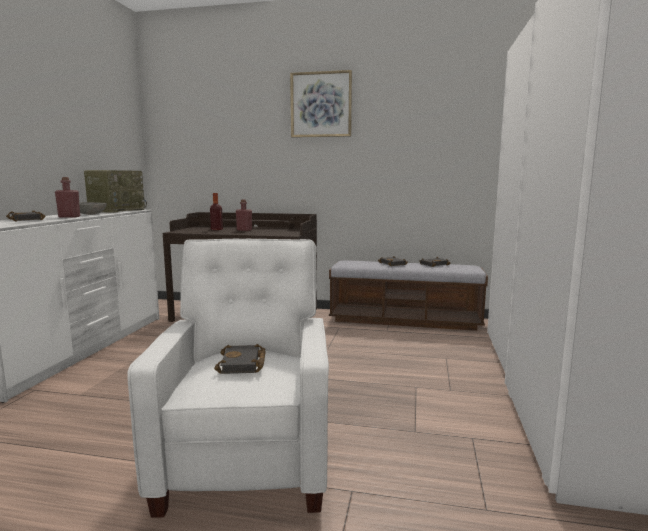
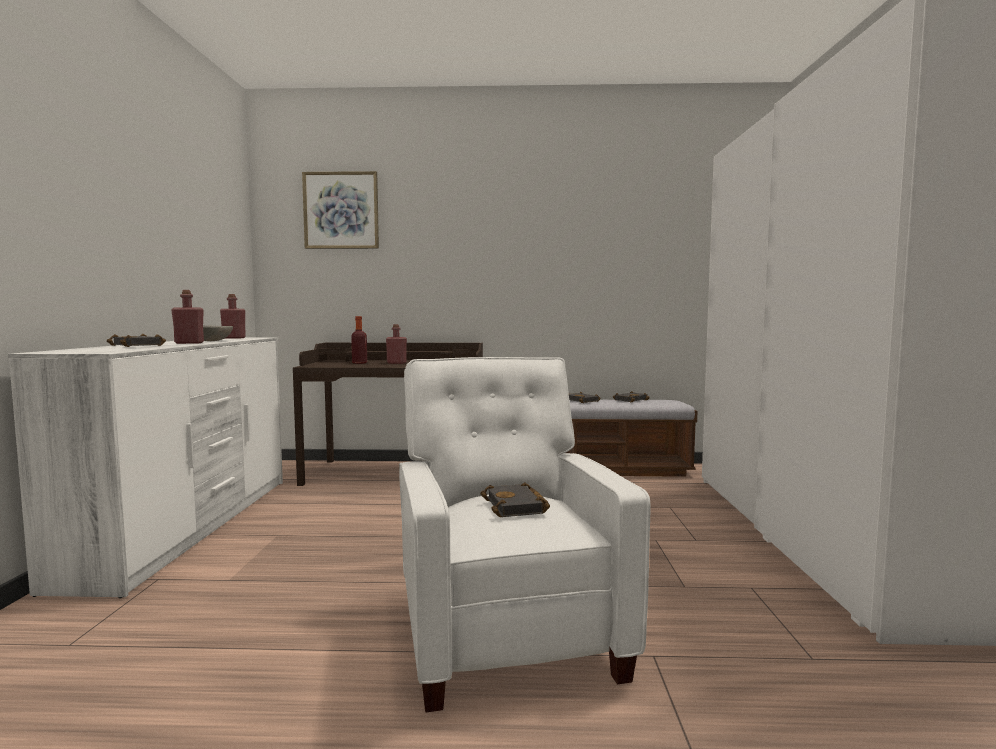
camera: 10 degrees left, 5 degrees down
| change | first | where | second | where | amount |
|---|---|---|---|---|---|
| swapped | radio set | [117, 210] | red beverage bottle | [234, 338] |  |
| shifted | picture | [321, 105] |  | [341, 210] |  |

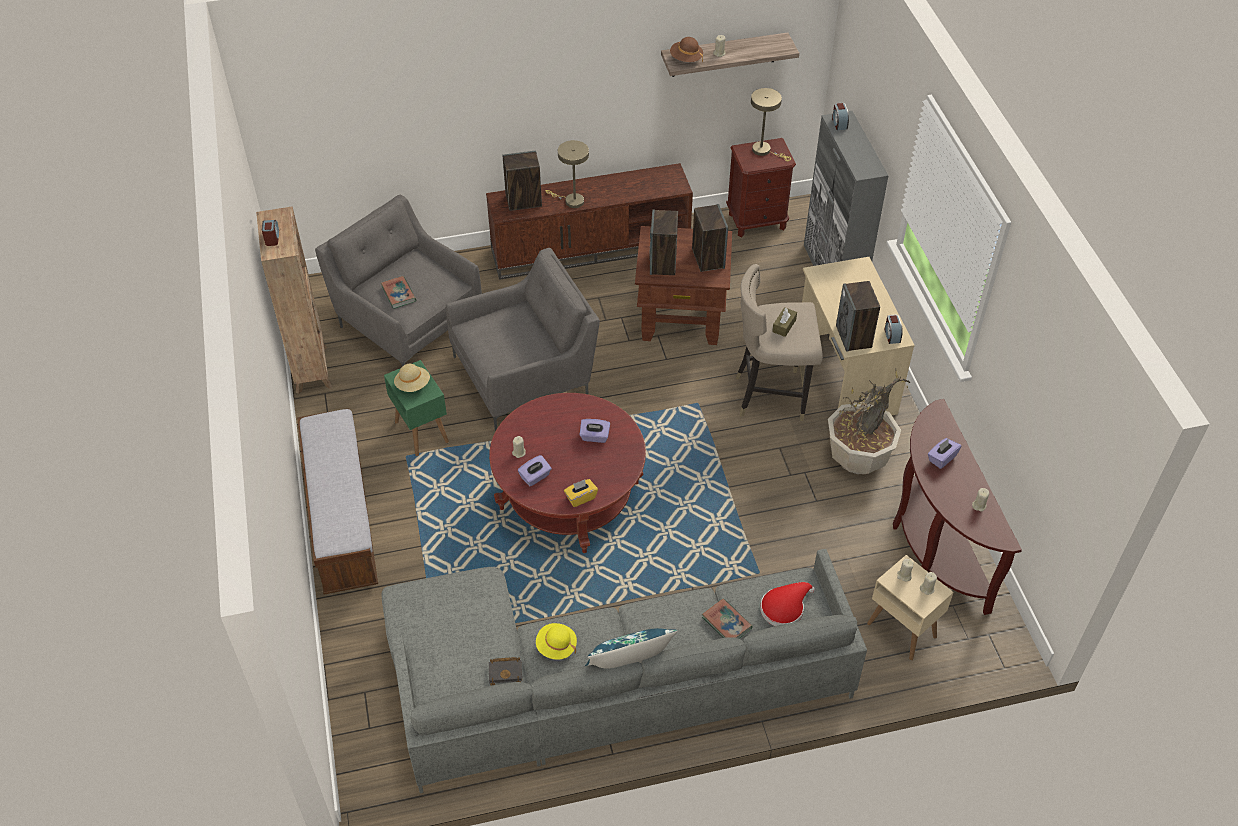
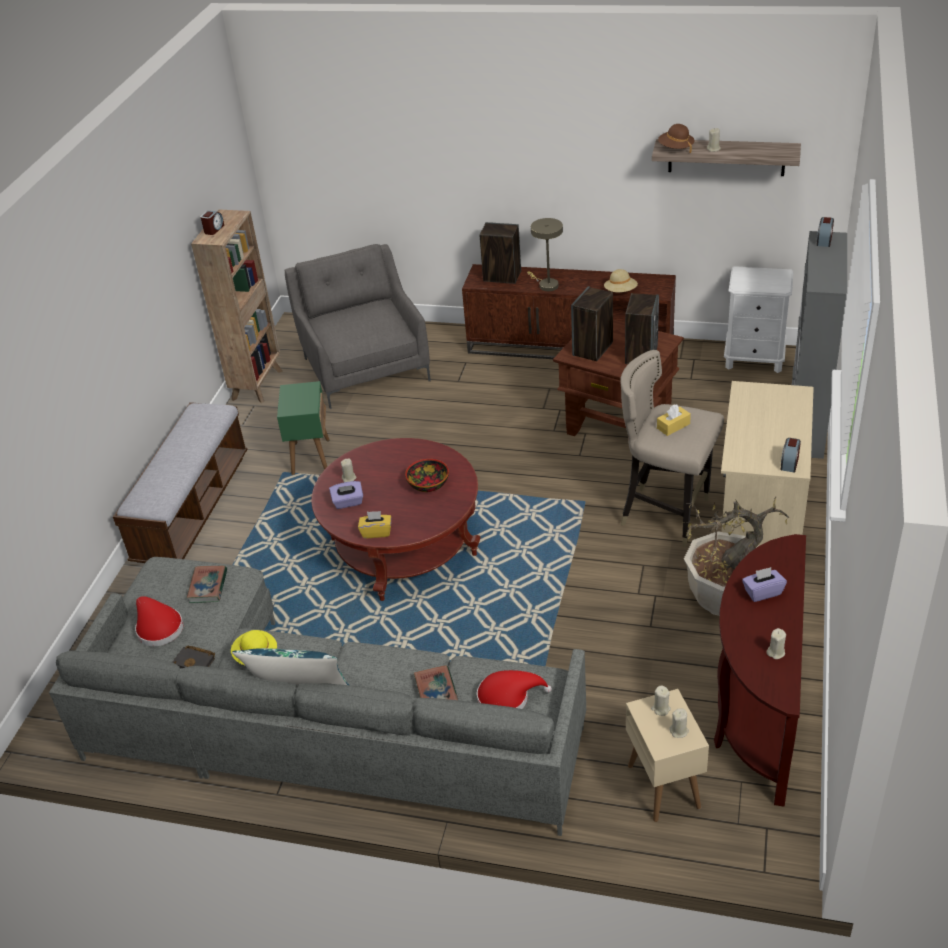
camera: 30 degrees right, 10 degrees down
| change | first | where | second | where | amount |
|---|---|---|---|---|---|
| shifted | book | [398, 294] |  | [208, 586] |  |
| shifted | sand-coloured hat | [413, 385] |  | [620, 291] |  |
| gone | gray easy chair | [526, 374] |  |  |  |
| swapped | purple-coloured box of tissues | [594, 437] | bowl | [429, 484] |  |
| repainted | brownish bedside table | [757, 221] | whitish bedside table | [754, 359] |  |
| gone | sand-coloured table lamp | [764, 151] |  |  |  |
| repainted | brownish box of tissues | [784, 326] | yellow box of tissues | [673, 426] |  |
| gone | audio speaker | [854, 337] |  |  |  |
| new |  |  | red hat | [158, 628] |  |

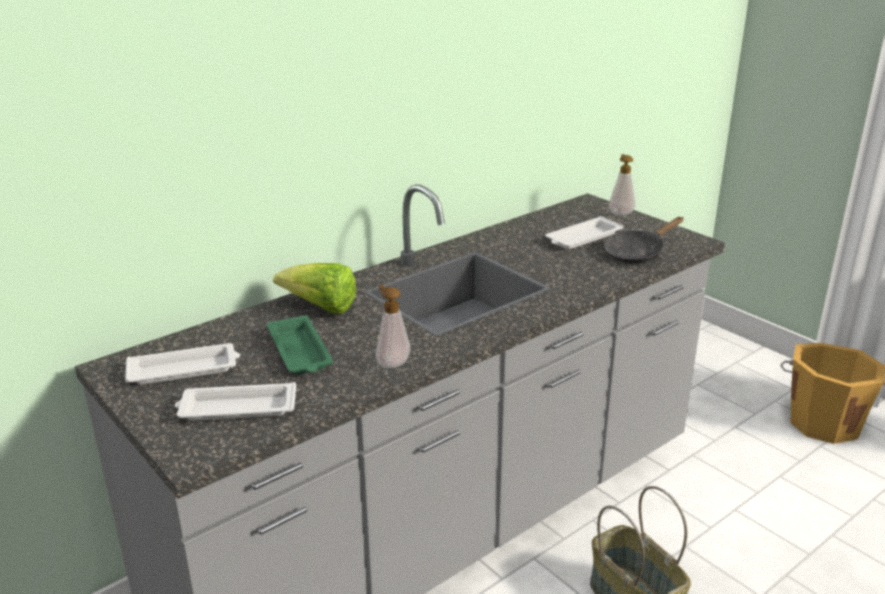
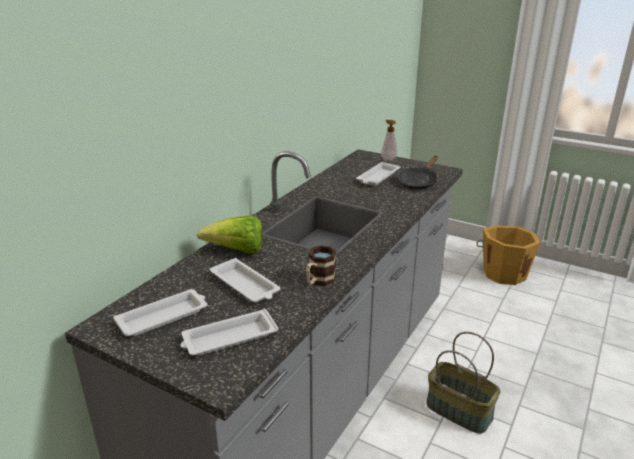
camera: 20 degrees left, 0 degrees up
| change | first | where | second | where | amount |
|---|---|---|---|---|---|
| repainted | green tray | [300, 352] | whitish tray | [245, 286] |  |
| swapped | liquid soap bottle | [392, 363] | coffee mug | [318, 281] |  |

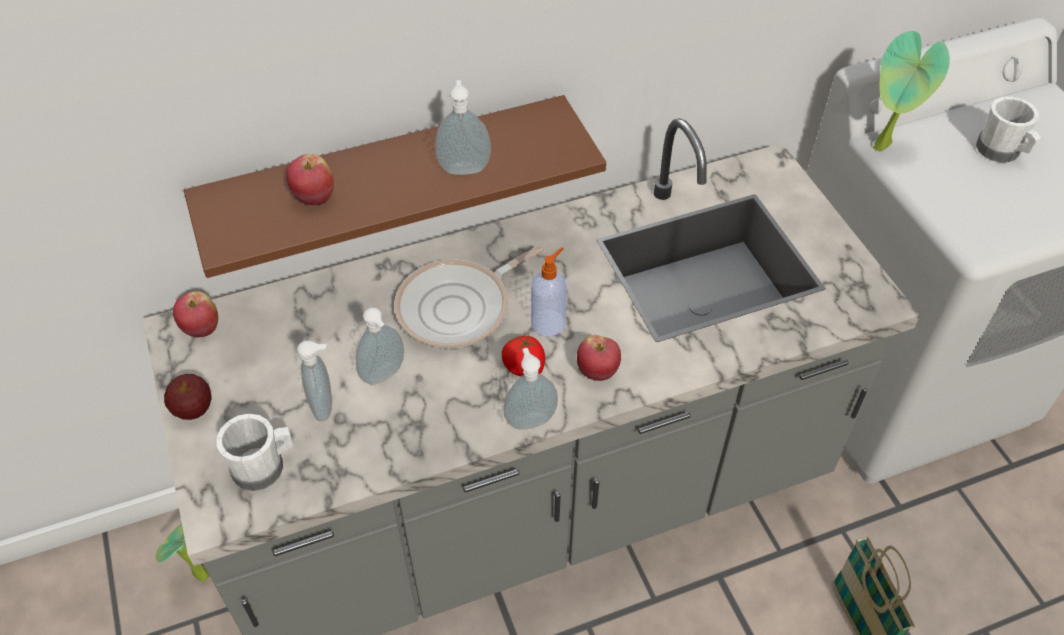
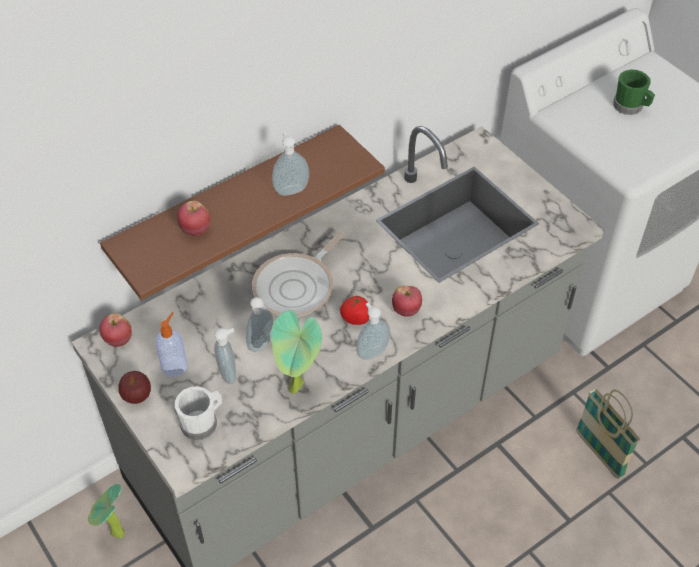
camera: 15 degrees left, 0 degrees up
| change | first | where | second | where | amount |
|---|---|---|---|---|---|
| shifted | liquid soap bottle | [549, 322] |  | [175, 365] |  |
| shifted | houseplant | [884, 148] |  | [298, 389] |  |
| repainted | whitish coffee mug | [1001, 152] | green coffee mug | [630, 107] |  |

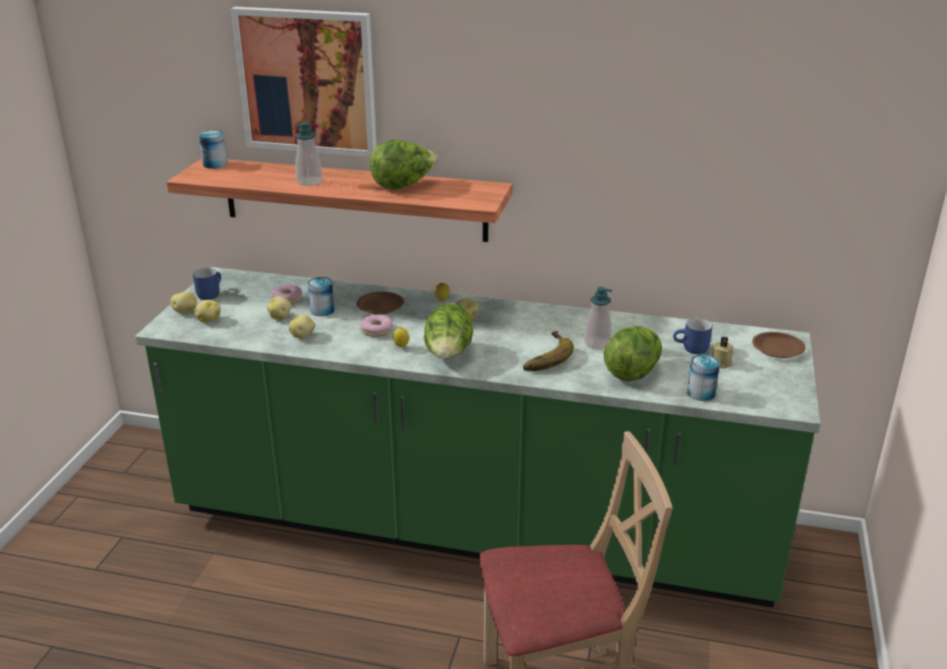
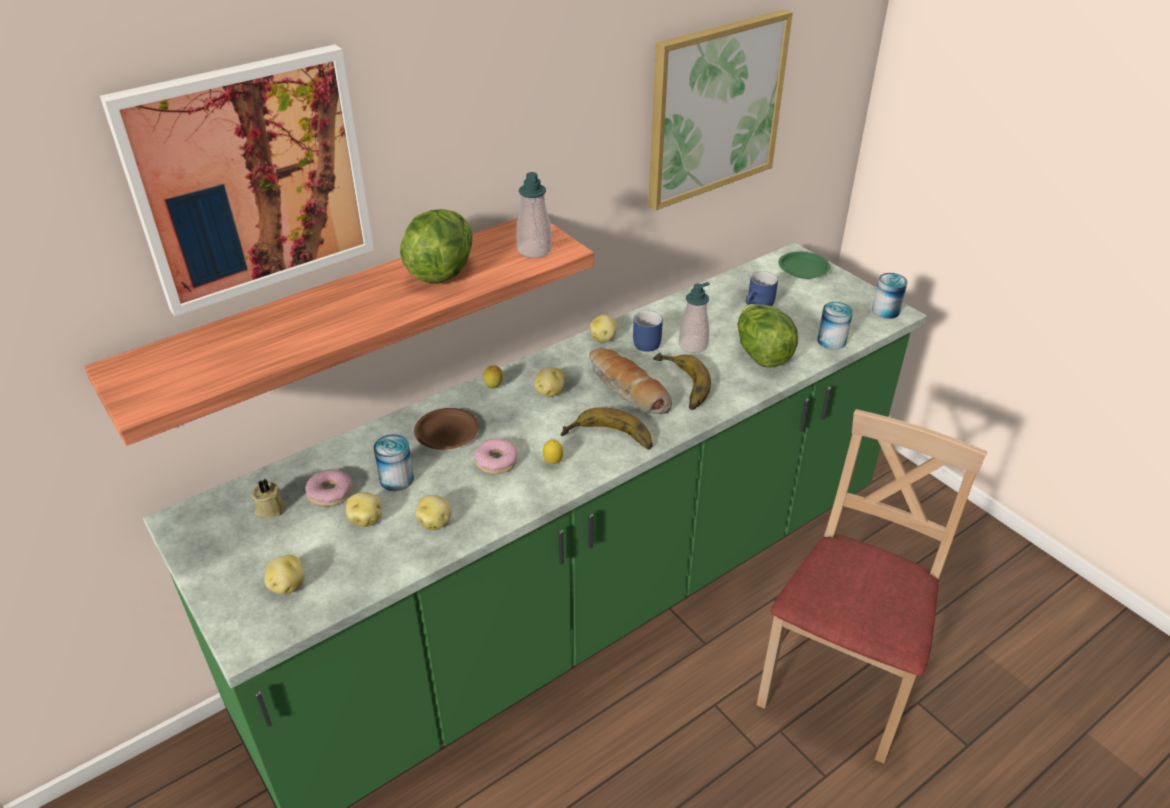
camera: 50 degrees left, 10 degrees up
| change | first | where | second | where | amount |
|---|---|---|---|---|---|
| shifted | whole potato | [186, 311] |  | [603, 338] |  |
| shifted | bluish coffee mug | [209, 293] |  | [642, 342] |  |
| shifted | metal can | [215, 164] |  | [885, 311] |  |
| shifted | liquid soap bottle | [309, 182] |  | [534, 250] |  |
| swapped | lettuce head | [448, 355] | whole banana | [608, 440] |  |
| shifted | sand-coloured wax light | [721, 362] |  | [270, 508] |  |
| repainted | brownish plate | [778, 348] | green plate | [803, 268] |  |
| new |  |  | baked bread | [626, 390] |  |
| new |  |  | picture | [715, 108] |  |

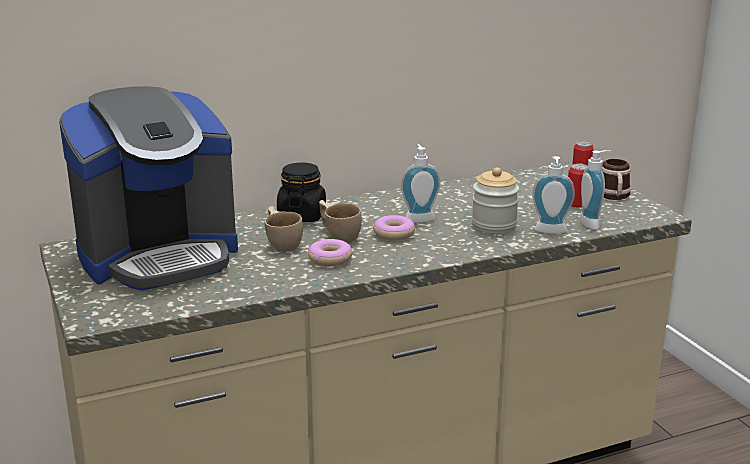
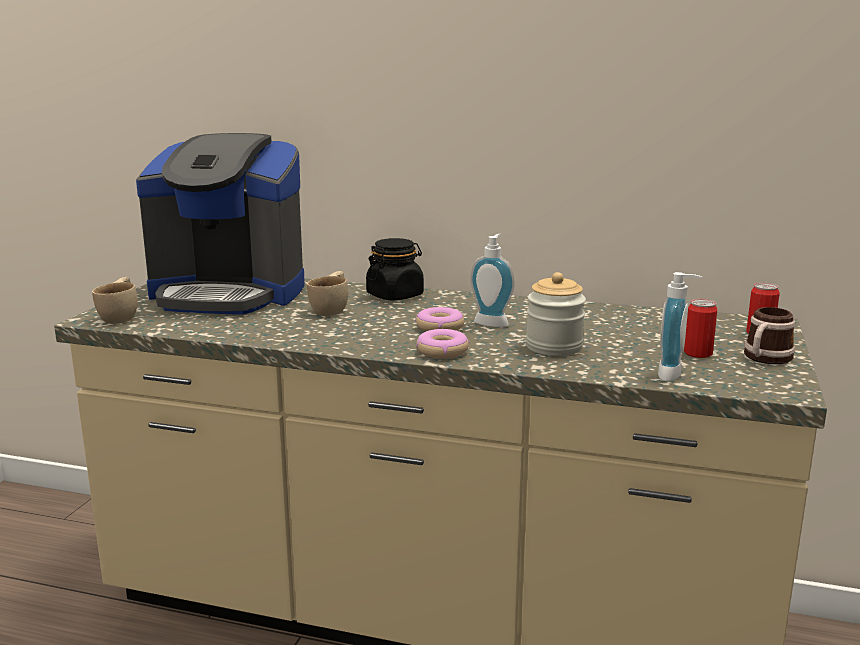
camera: 40 degrees right, 5 degrees down
| change | first | where | second | where | amount |
|---|---|---|---|---|---|
| shifted | ring doughnut | [330, 259] |  | [442, 351] |  |
| shifted | sand-coloured cup | [339, 235] |  | [122, 316] |  |
| gone | liquid soap bottle | [550, 232] |  |  |  |

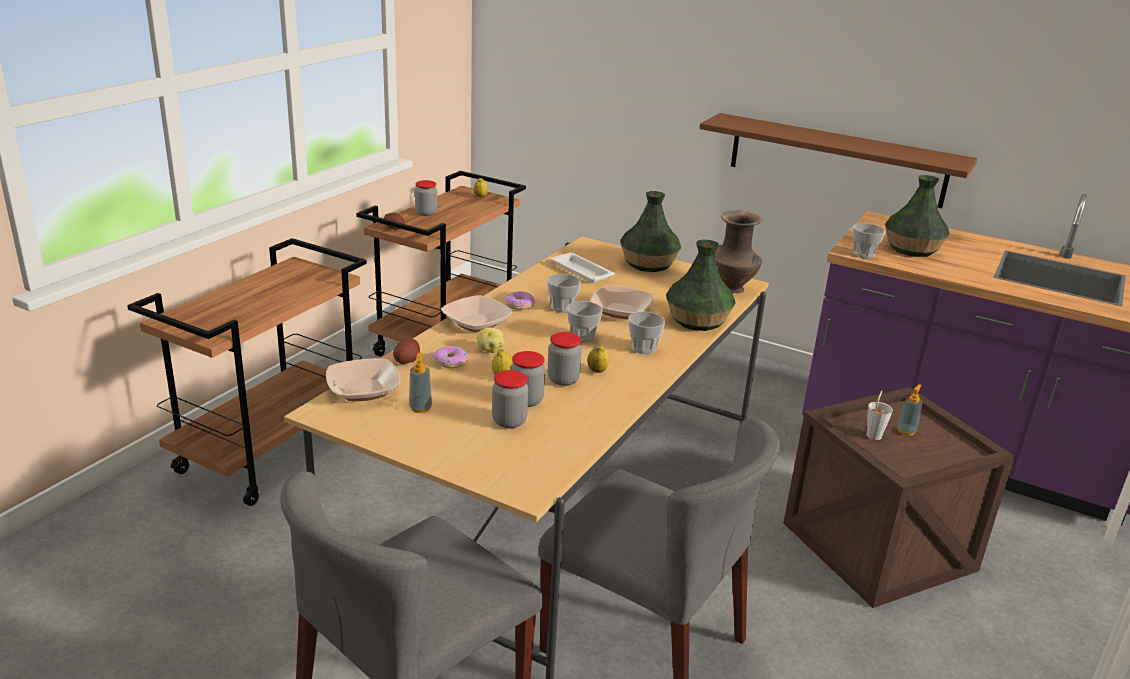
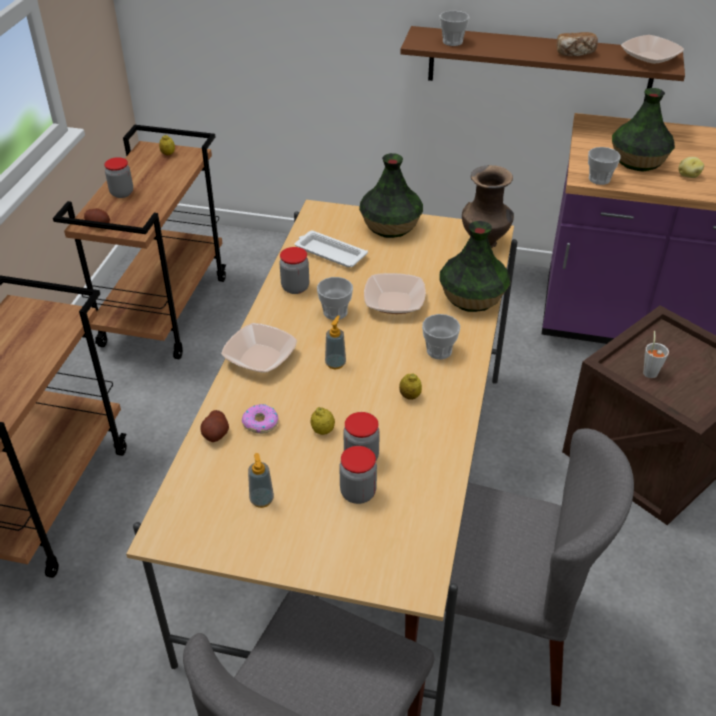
camera: 15 degrees left, 15 degrees up
| change | first | where | second | where | amount |
|---|---|---|---|---|---|
| shifted | bowl | [363, 390] |  | [649, 59] |  |
| shifted | whole potato | [490, 350] |  | [688, 175] |  |
| gone | ring doughnut | [519, 305] |  |  |  |
| shifted | storage jar | [563, 379] |  | [295, 287] |  |
| shifted | cup | [582, 337] |  | [452, 42] |  |
| shifted | liquid soap bottle | [906, 431] |  | [335, 363] |  |
| new |  |  | baked bread | [575, 53] |  |

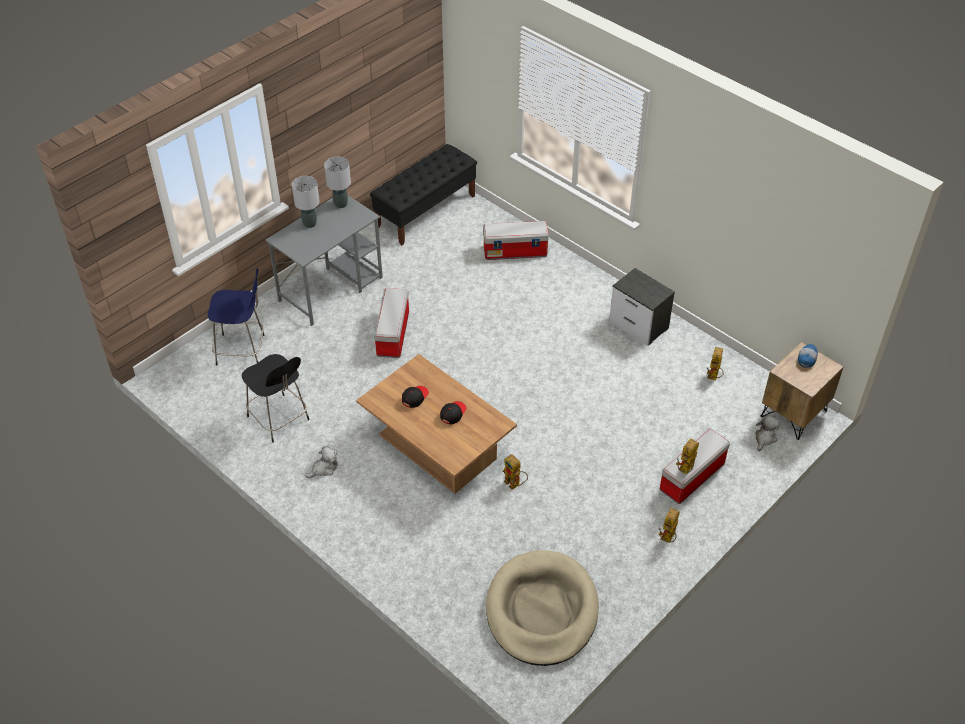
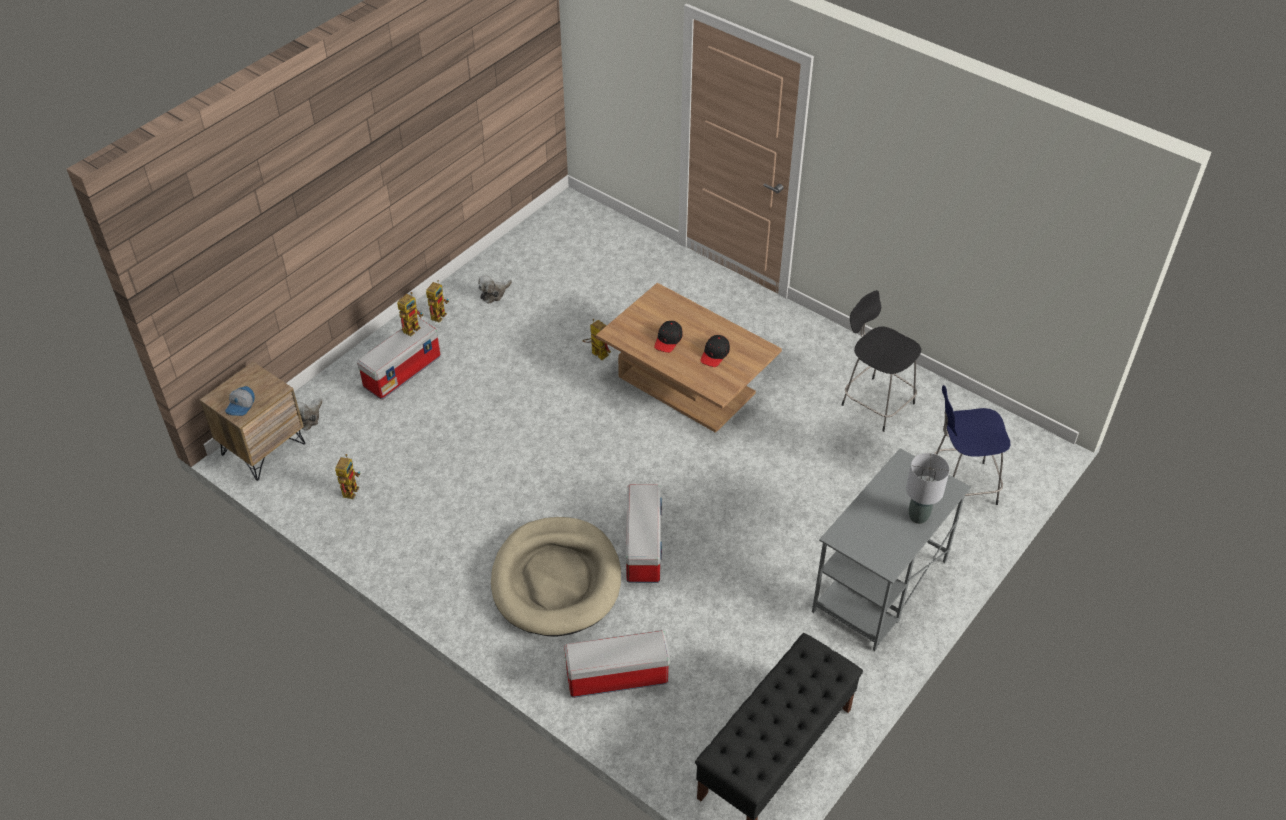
camera: 175 degrees right, 0 degrees up
| change | first | where | second | where | amount |
|---|---|---|---|---|---|
| shifted | cuddly toy | [324, 468] |  | [494, 294] |  |
| gone | gray table lamp | [340, 204] |  |  |  |
| shifted | storage container | [393, 334] |  | [643, 546] |  |
| shifted | sand-coloured dog cushion | [542, 611] |  | [556, 580] |  |
| gone | bedside table | [639, 326] |  |  |  |

